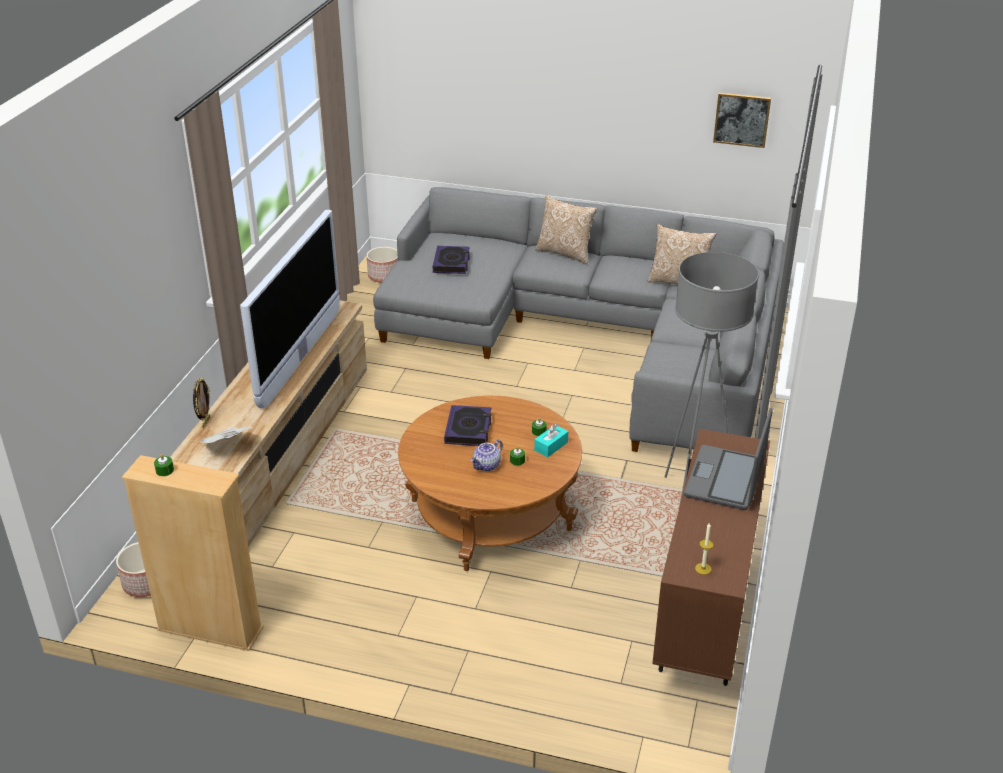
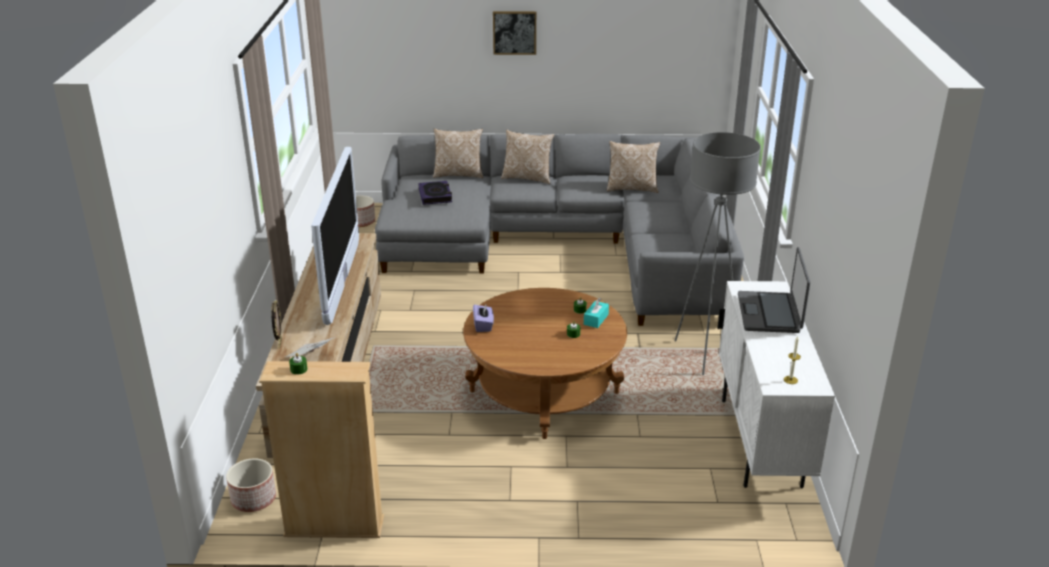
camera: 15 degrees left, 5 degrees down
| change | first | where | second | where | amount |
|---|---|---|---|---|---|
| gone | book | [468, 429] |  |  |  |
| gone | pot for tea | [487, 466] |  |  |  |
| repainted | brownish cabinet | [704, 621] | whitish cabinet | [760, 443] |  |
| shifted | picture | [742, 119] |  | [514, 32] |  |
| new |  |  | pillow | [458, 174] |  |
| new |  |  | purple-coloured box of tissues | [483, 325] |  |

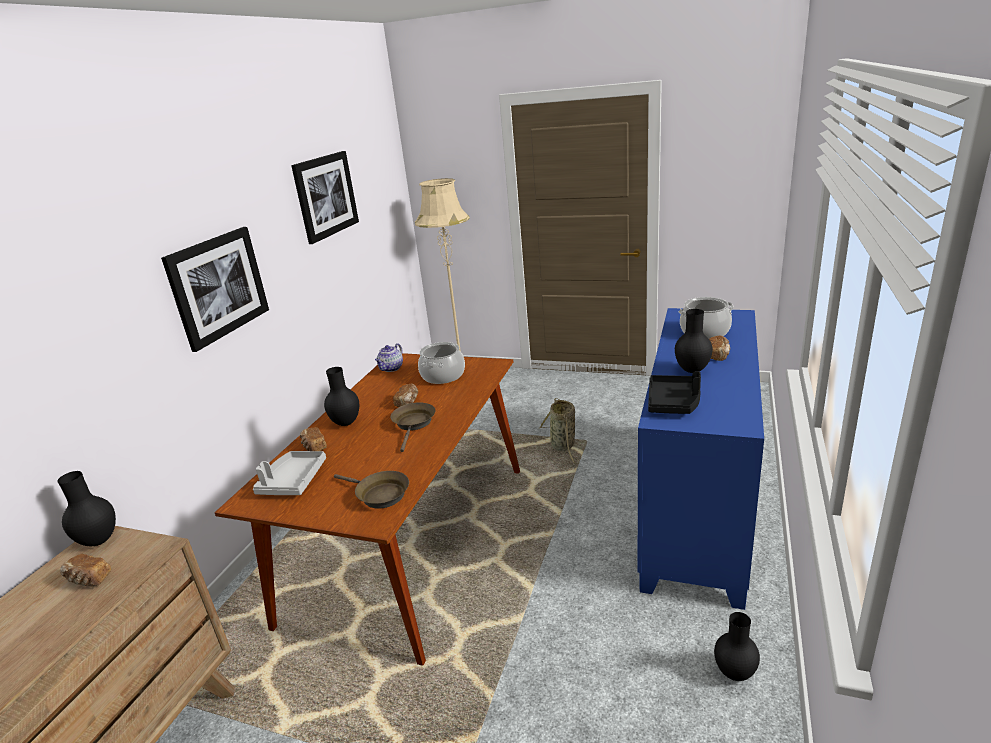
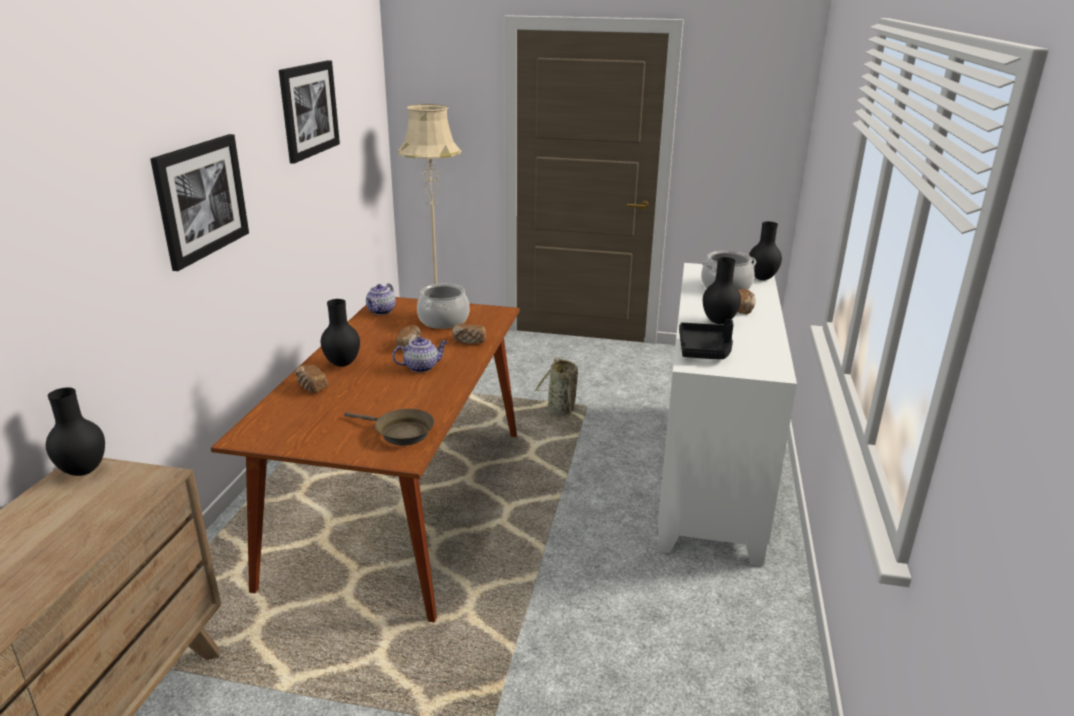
camera: 10 degrees left, 0 degrees up
| change | first | where | second | where | amount |
|---|---|---|---|---|---|
| shifted | baked bread | [88, 580] |  | [469, 341] |  |
| gone | gray tray | [292, 481] |  |  |  |
| swapped | brownish pan | [414, 424] | pot for tea | [422, 367] |  |
| repainted | bluish cabinet | [699, 509] | whitish cabinet | [711, 474] |  |
| shifted | blackish decorative vase | [733, 673] |  | [761, 278] |  |

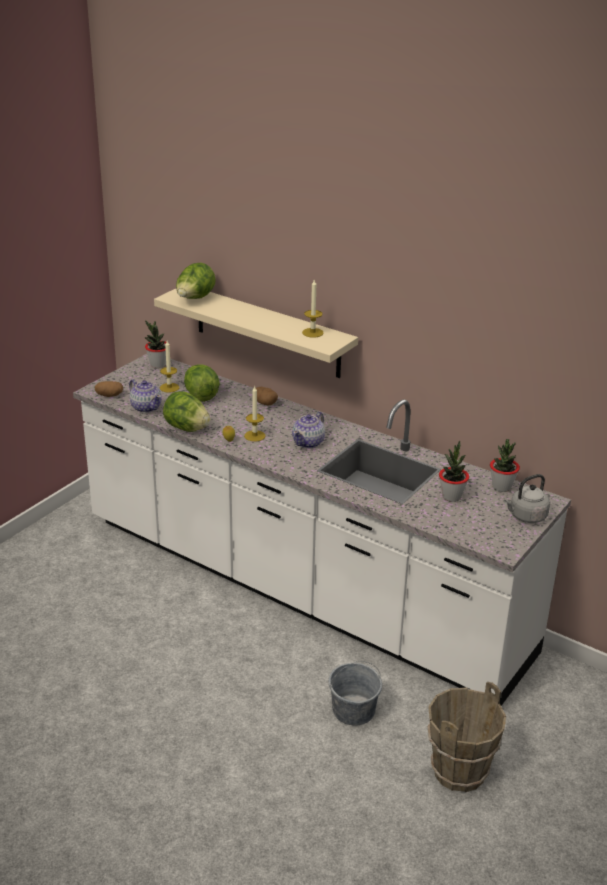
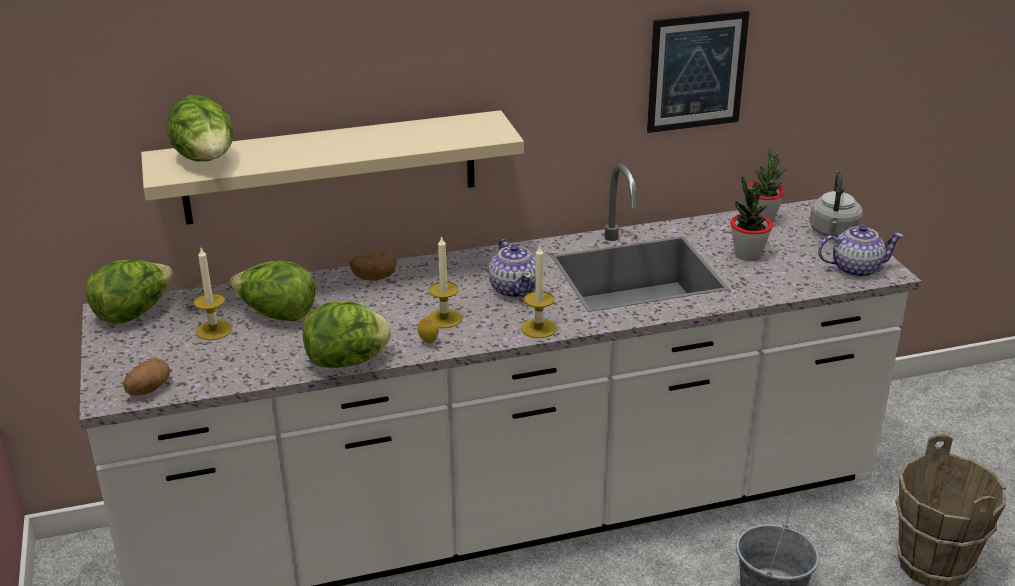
camera: 50 degrees left, 0 degrees up
| change | first | where | second | where | amount |
|---|---|---|---|---|---|
| shifted | pot for tea | [146, 407] |  | [855, 268] |  |
| swapped | houseplant | [158, 365] | lettuce head | [133, 313] |  |
| shifted | wax light | [312, 332] |  | [538, 328] |  |
| new |  |  | picture | [696, 72] |  |

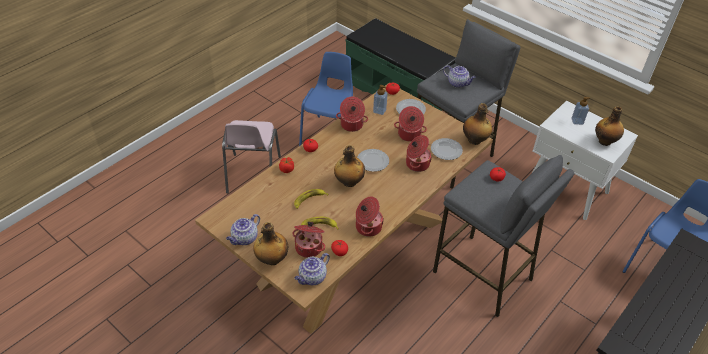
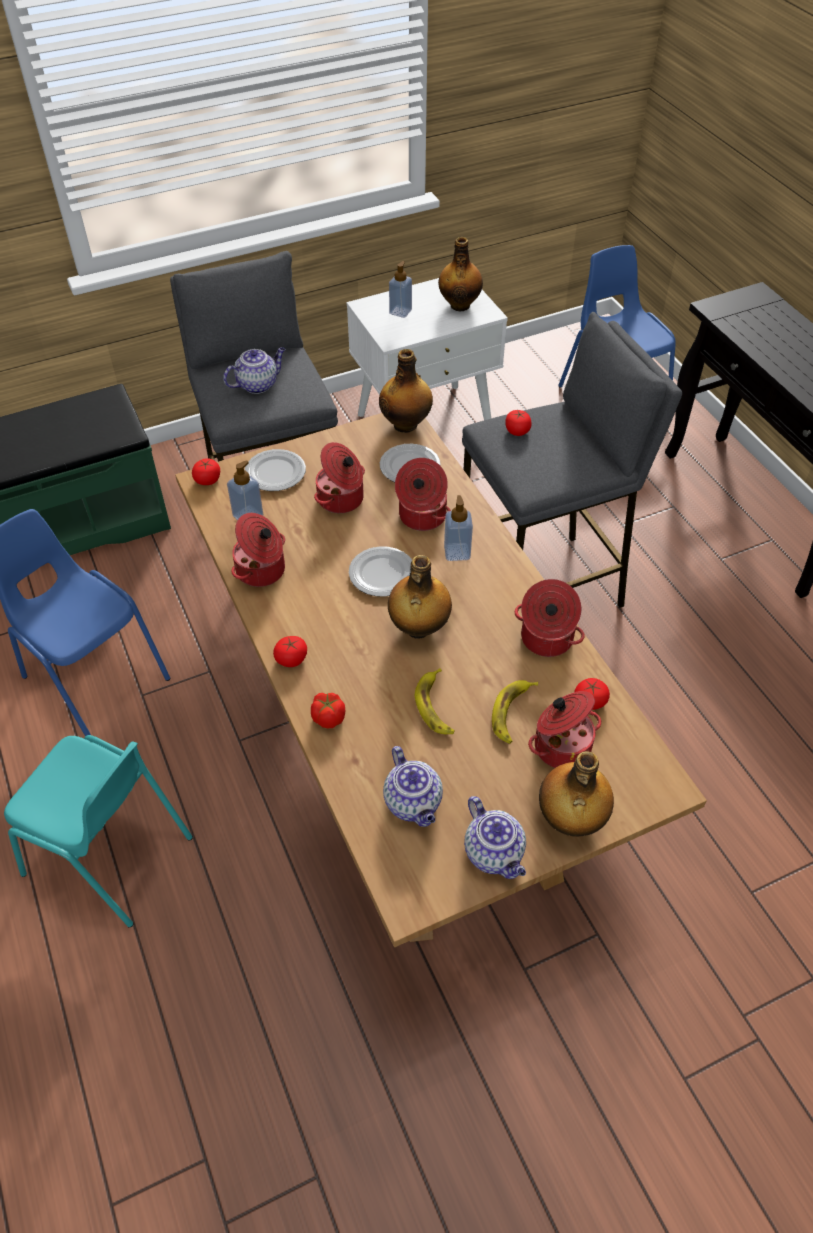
camera: 65 degrees left, 5 degrees up
| change | first | where | second | where | amount |
|---|---|---|---|---|---|
| repainted | pinkish upright chair | [252, 175] | turquoise upright chair | [110, 856] |  |
| shifted | pot for tea | [312, 278] |  | [414, 803] |  |
| new |  |  | liquid soap bottle | [457, 552] |  |

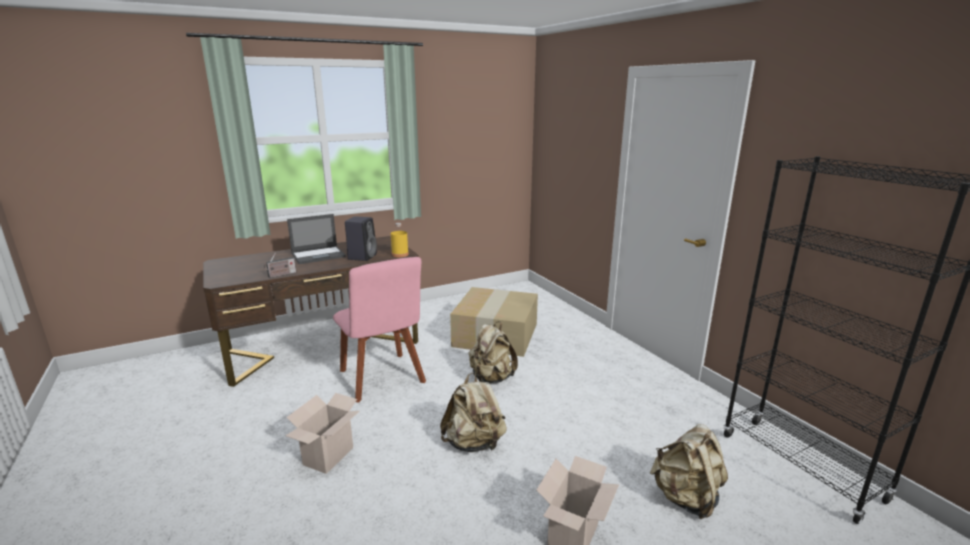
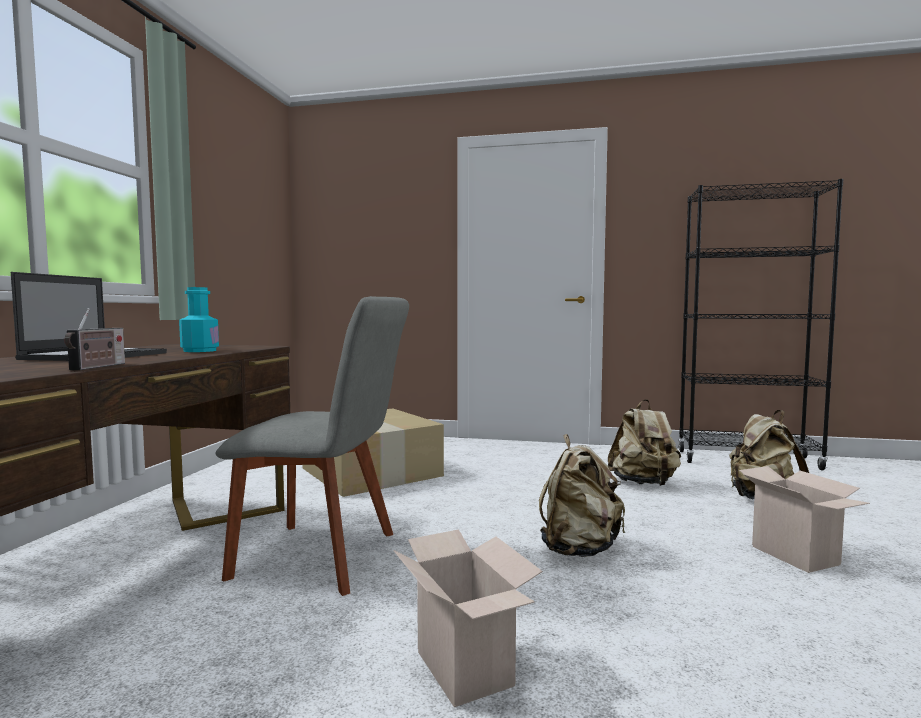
camera: 50 degrees left, 15 degrees down
| change | first | where | second | where | amount |
|---|---|---|---|---|---|
| repainted | pinkish upright chair | [383, 379] | gray upright chair | [324, 556] |  |
| swapped | blackish audio speaker | [362, 256] | turquoise beverage bottle | [200, 351] |  |
| gone | yellow beverage bottle | [400, 254] |  |  |  |
| shifted | sand-coloured rucksack | [491, 378] |  | [643, 483] |  |

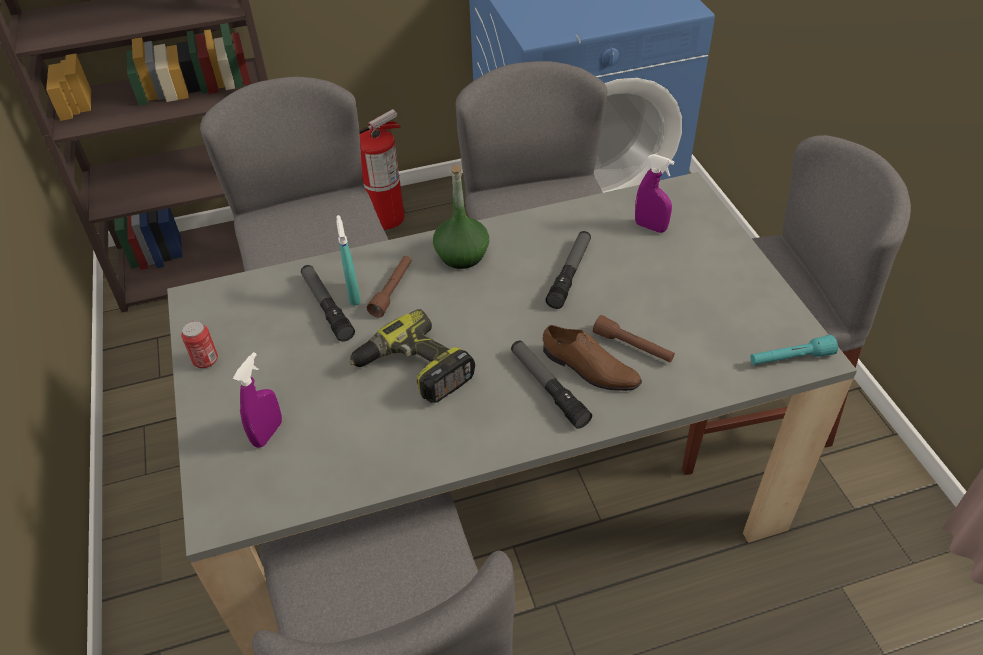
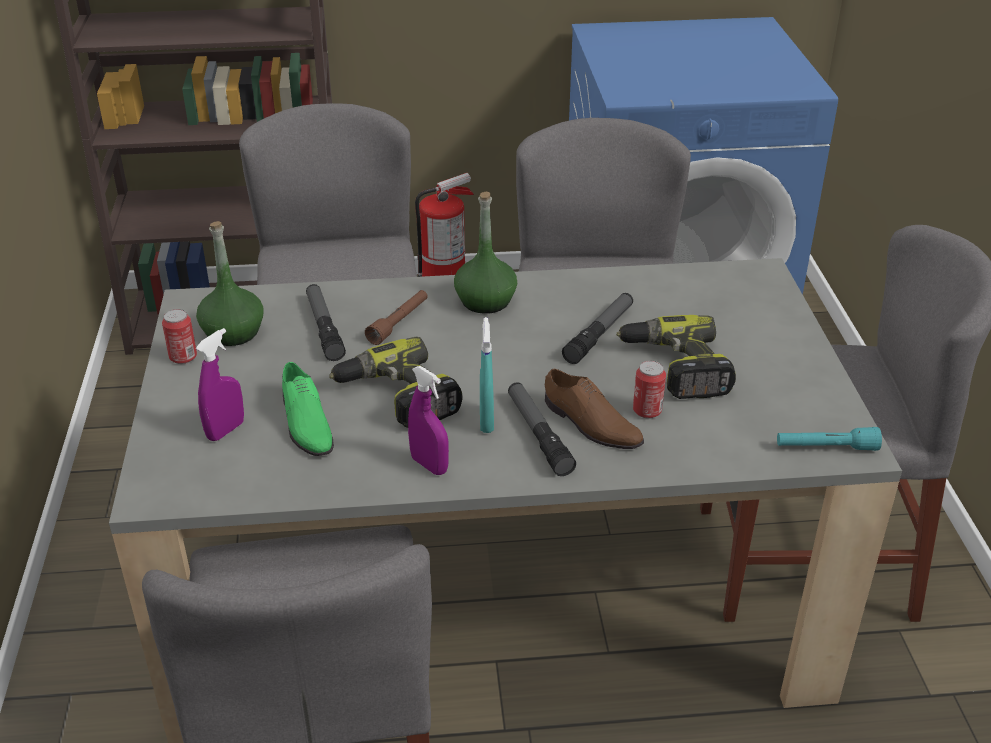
camera: 10 degrees right, 10 degrees down
| change | first | where | second | where | amount |
|---|---|---|---|---|---|
| shifted | turquoise hand sprayer | [353, 295] |  | [486, 421] |  |
| swapped | brownish hand torch | [633, 347] | metal can | [647, 411] |  |
| shifted | purple-coloured hand sprayer | [650, 227] |  | [429, 465] |  |
| new |  |  | green beverage bottle | [233, 332] |  |
| new |  |  | green shoe | [305, 423] |  |
| new |  |  | power drill | [675, 368] |  |

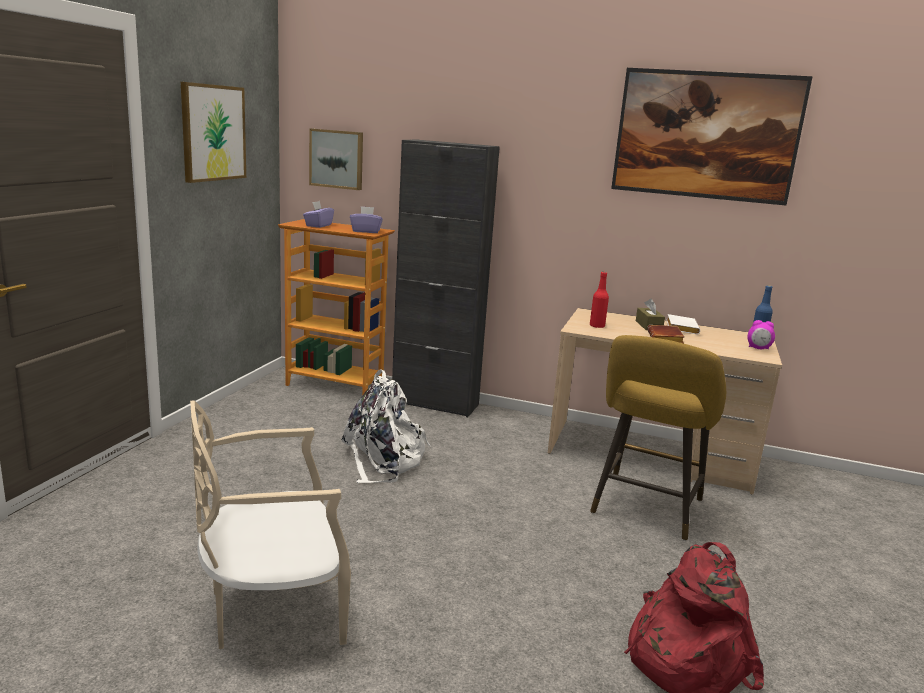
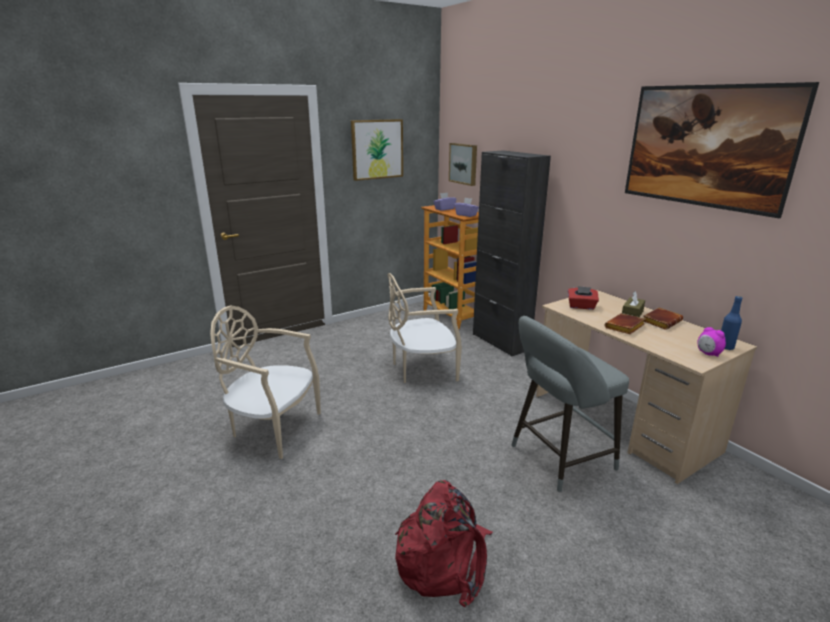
camera: 40 degrees right, 5 degrees up
| change | first | where | second | where | amount |
|---|---|---|---|---|---|
| swapped | whitish rucksack | [383, 460] | sand-coloured upright chair | [422, 369] |  |
| swapped | red beverage bottle | [597, 326] | red box of tissues | [581, 306] |  |
| repainted | yellow stool seat | [645, 510] | gray stool seat | [557, 459] |  |
| repainted | whitish book | [680, 328] | brownish book | [661, 321] |  |

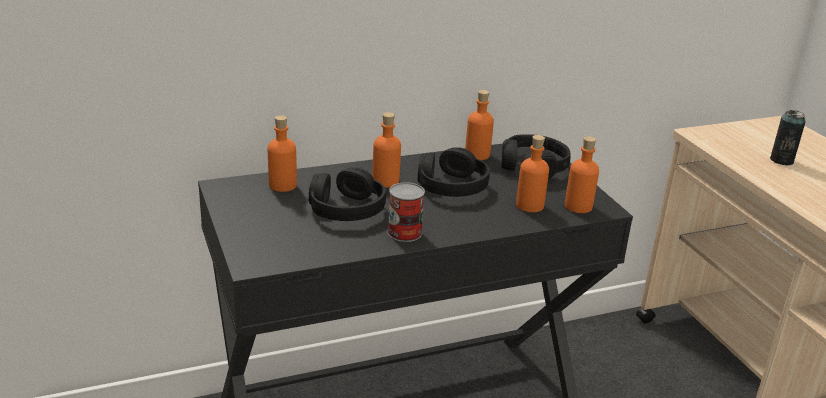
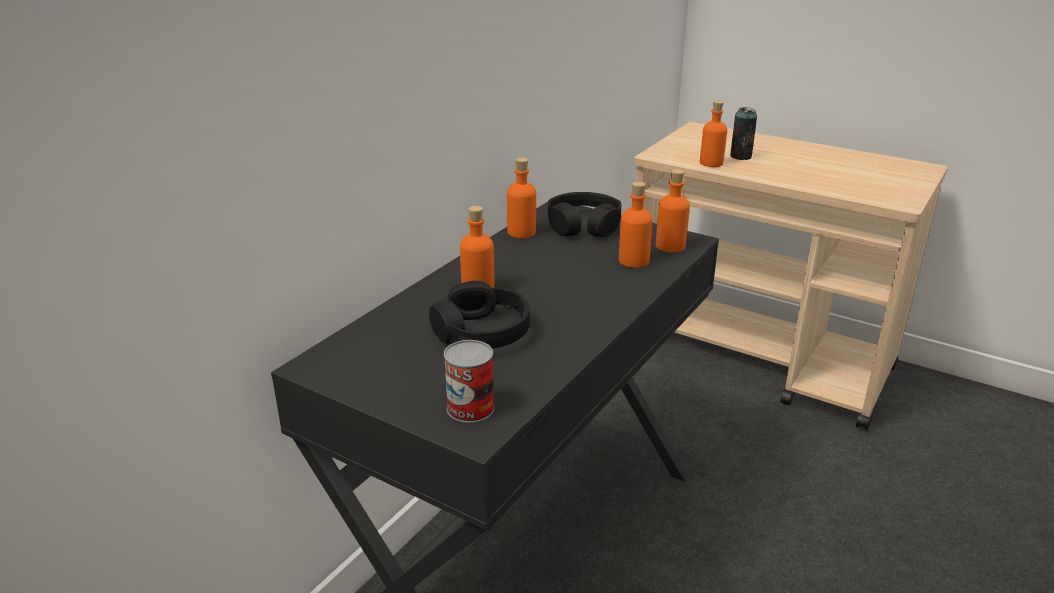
camera: 35 degrees left, 0 degrees up
| change | first | where | second | where | amount |
|---|---|---|---|---|---|
| shifted | orangey beverage bottle | [282, 185] |  | [711, 163] |  |
| shifted | metal can | [404, 232] |  | [470, 408] |  |
| gone | blackish headphones | [451, 186] |  |  |  |

